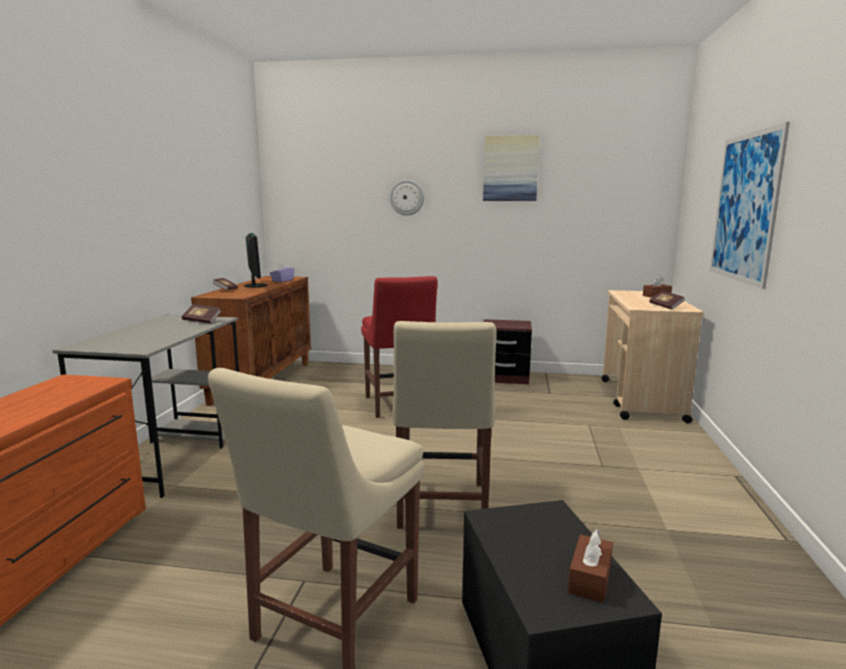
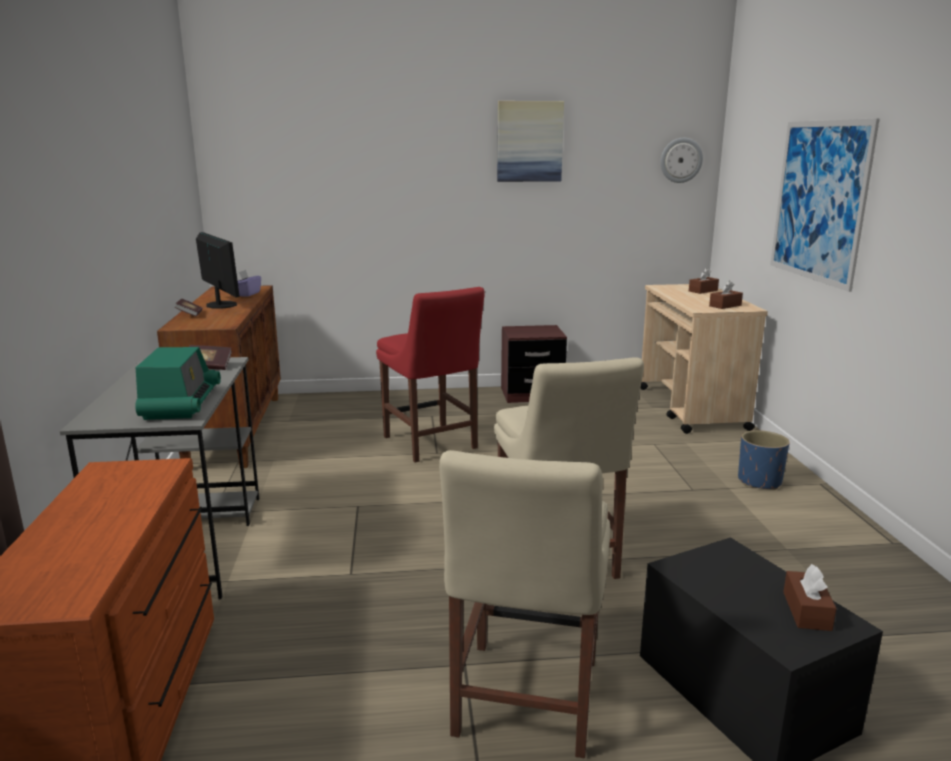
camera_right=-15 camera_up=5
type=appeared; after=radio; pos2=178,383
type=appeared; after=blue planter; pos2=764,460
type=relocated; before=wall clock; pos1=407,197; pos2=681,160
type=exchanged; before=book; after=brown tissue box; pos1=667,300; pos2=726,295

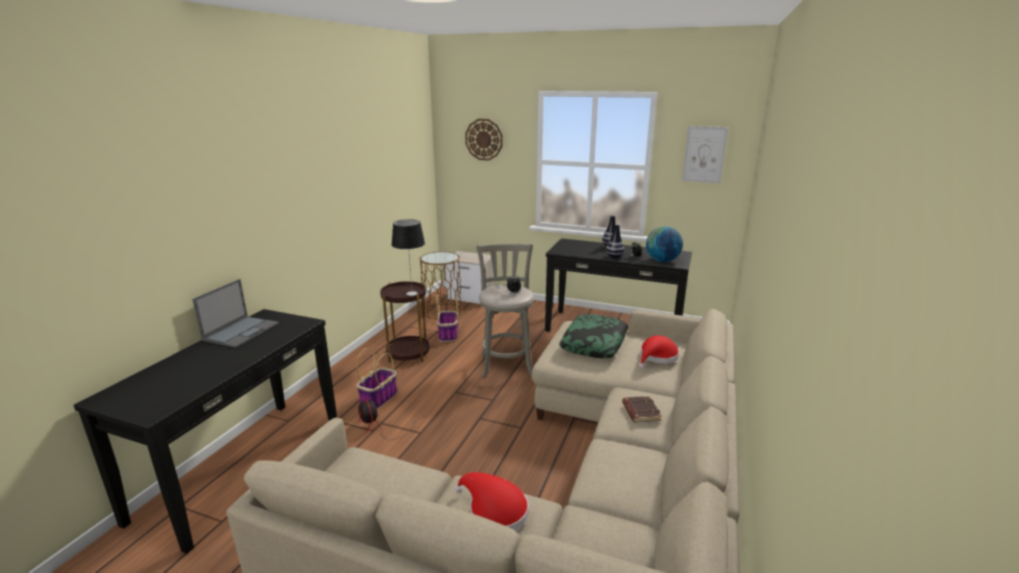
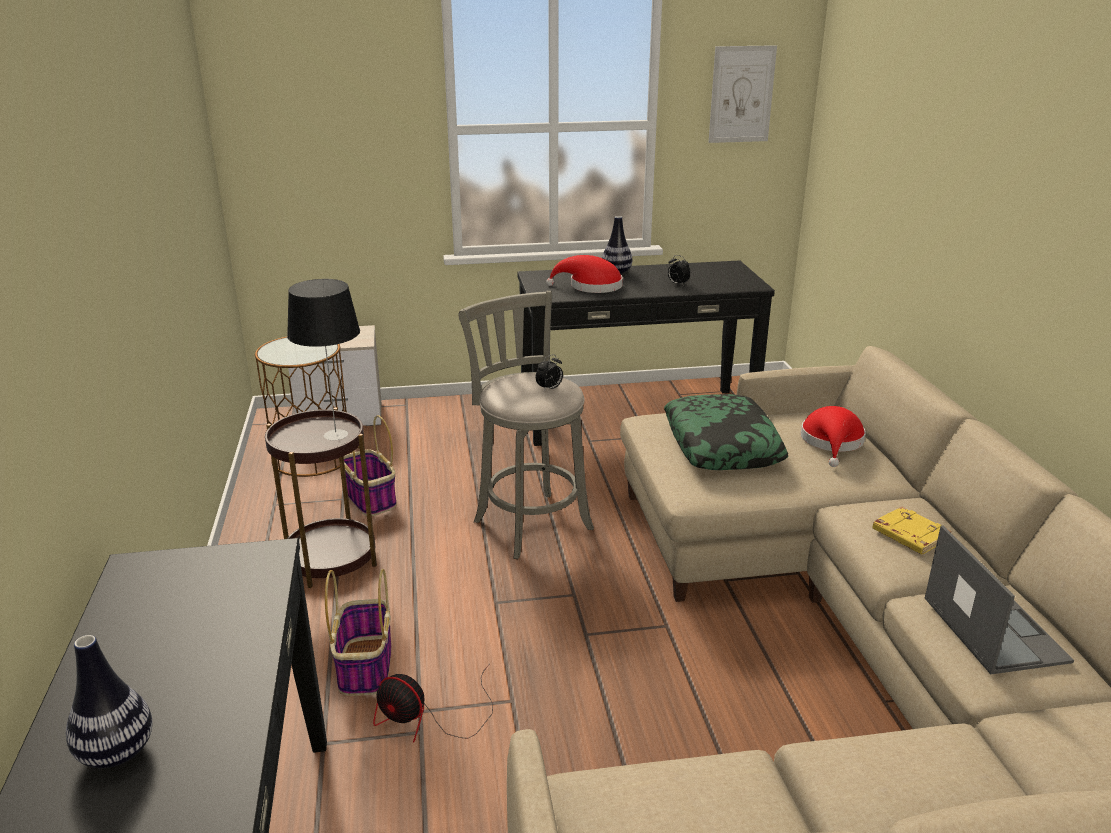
camera_right=-30 camera_up=5
type=missing; before=wall clock; pos1=484,140
type=missing; before=globe; pos1=664,244
type=relocated; before=laptop; pos1=235,313; pos2=999,599
type=relocated; before=red hat; pos1=491,501; pos2=584,274
type=relocated; before=vase; pos1=615,241; pos2=109,701
type=colour; before=brown book; after=yellow book; pos1=642,409; pos2=912,530

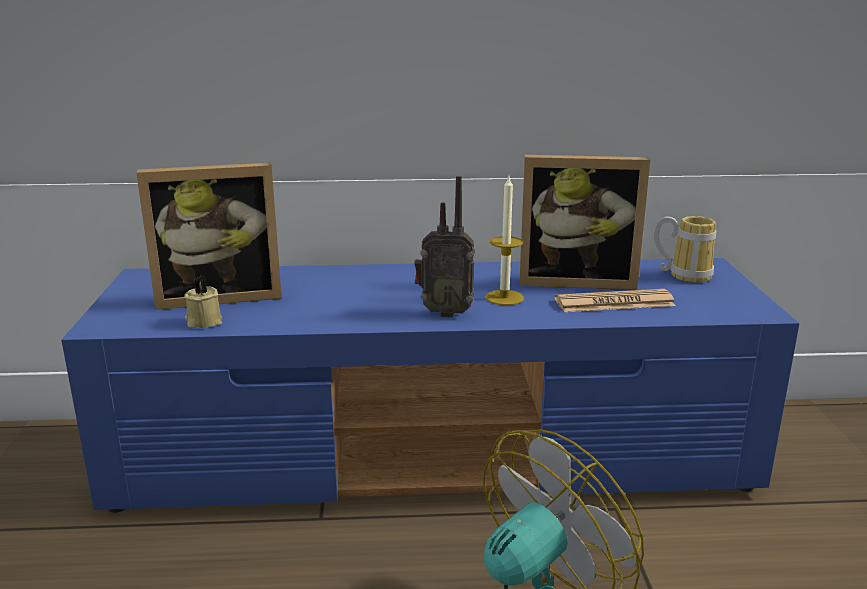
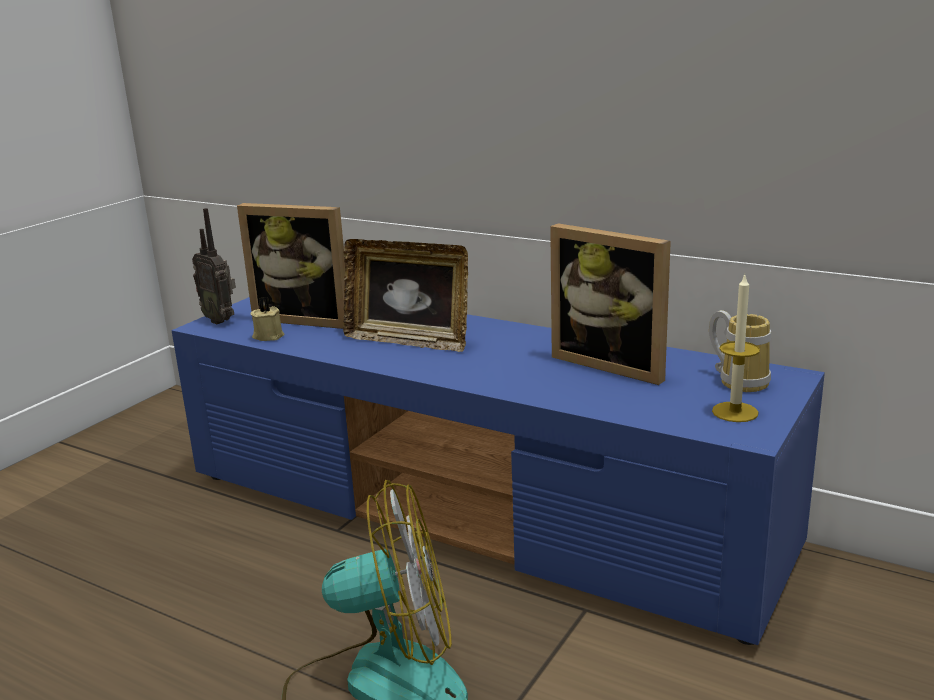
camera_right=35 camera_up=0
type=missing; before=newspaper; pos1=615,300
type=appeared; after=picture frame; pos2=405,295
type=relocated; before=radio; pos1=444,247; pos2=214,266
type=relocated; before=candle; pos1=504,241; pos2=736,348

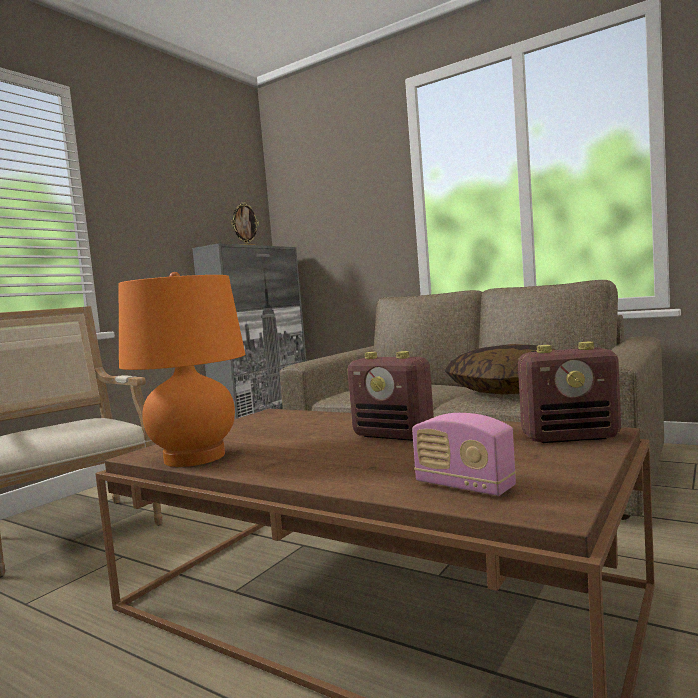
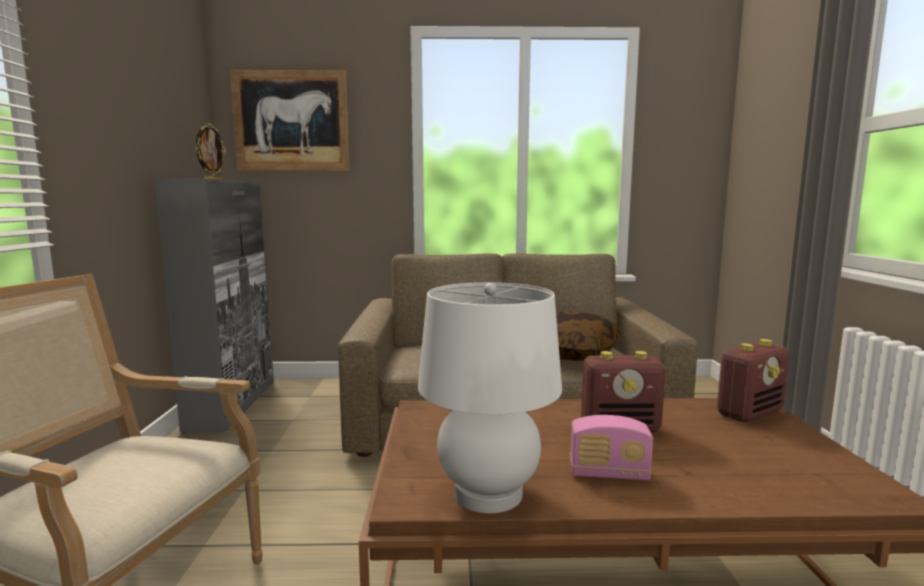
camera_right=-35 camera_up=5
type=appeared; after=picture; pos2=290,120
type=relocated; before=radio; pos1=464,454; pos2=611,447
type=colour; before=orange table lamp; after=white table lamp; pos1=181,369; pos2=490,397

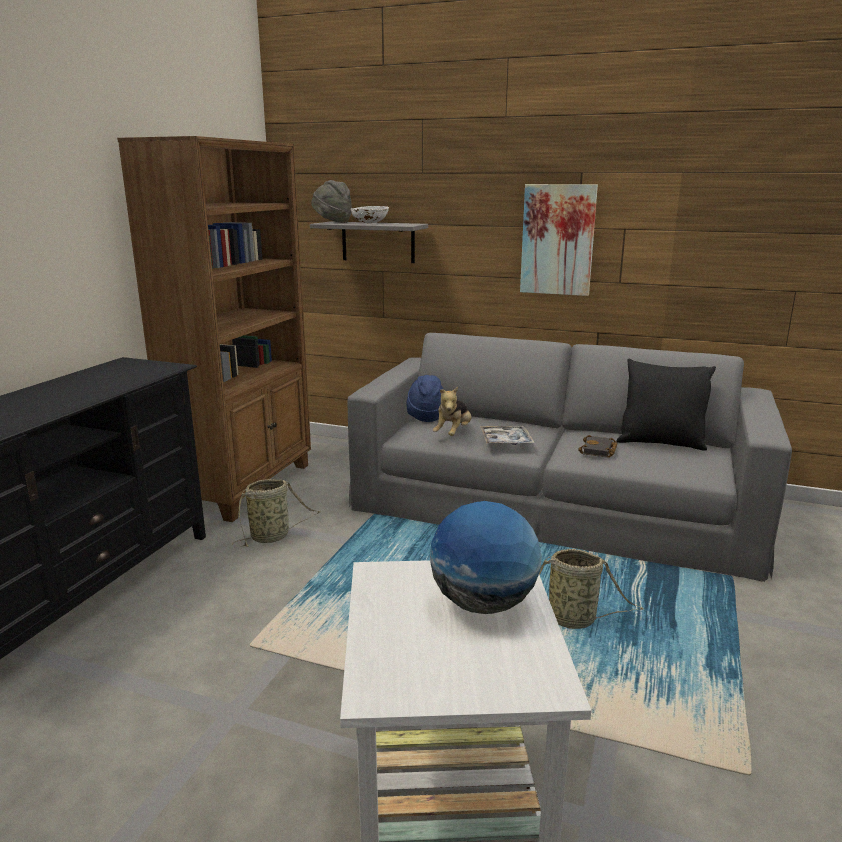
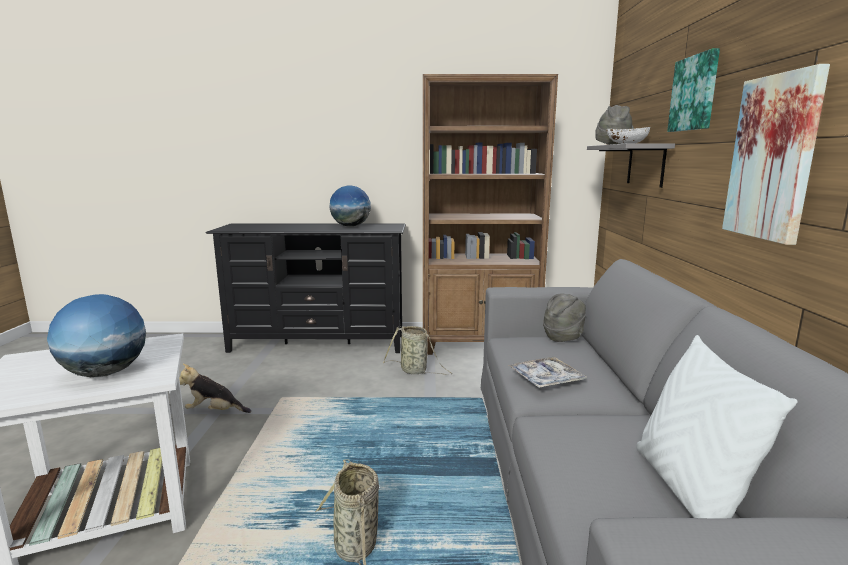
camera_right=70 camera_up=-5
type=missing; before=black book; pos1=597,446
type=appeared; after=globe; pos2=350,206
type=appeared; after=picture; pos2=693,90
type=relocated; before=plush toy; pos1=452,411; pos2=215,388
type=colour; before=blue hat; after=grey hat; pos1=425,398; pos2=564,317
type=colour; before=black pillow; after=white pillow; pos1=666,405; pos2=717,427

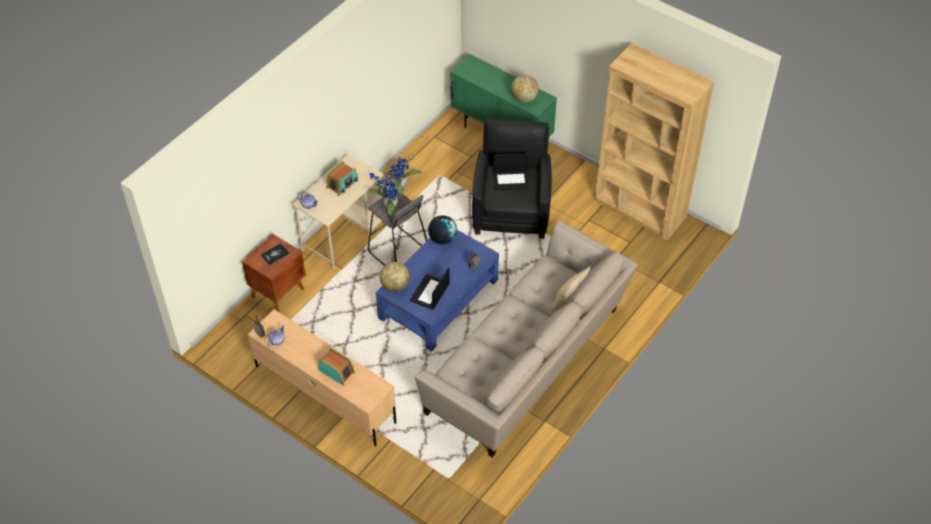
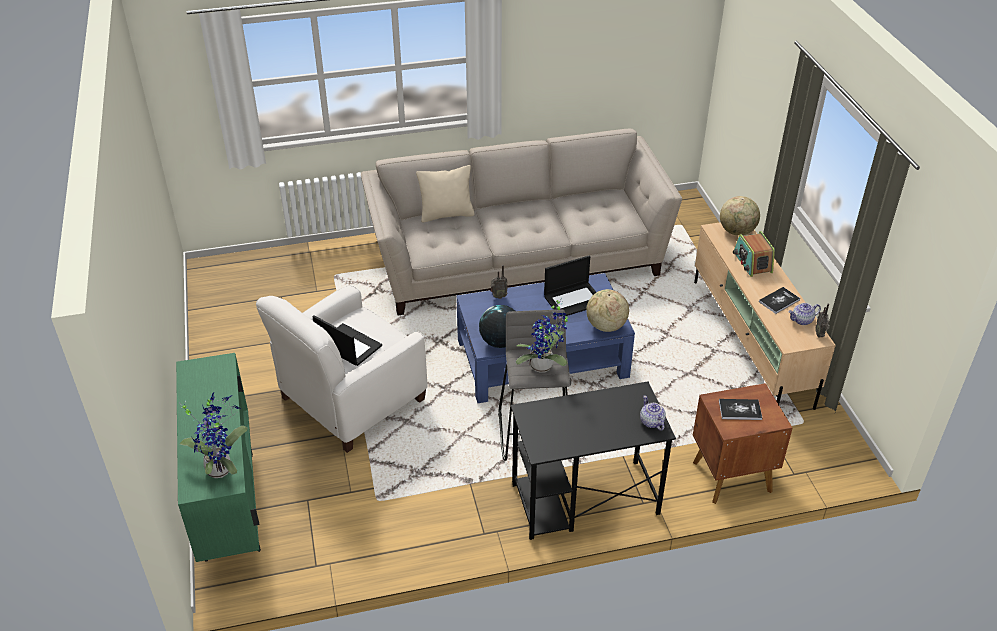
camera_right=-140 camera_up=-10
type=missing; before=radio; pos1=342,178
type=missing; before=brown bookcase; pos1=654,141
type=appeared; after=book; pos2=779,300
type=relocated; before=potted plant; pos1=402,171; pos2=213,435
type=relocated; before=globe; pos1=525,88; pos2=740,216
type=colour; before=beige desk; after=black desk; pos1=337,212; pos2=593,460
type=colour; before=black armchair; after=white armchair; pos1=512,179; pos2=342,369

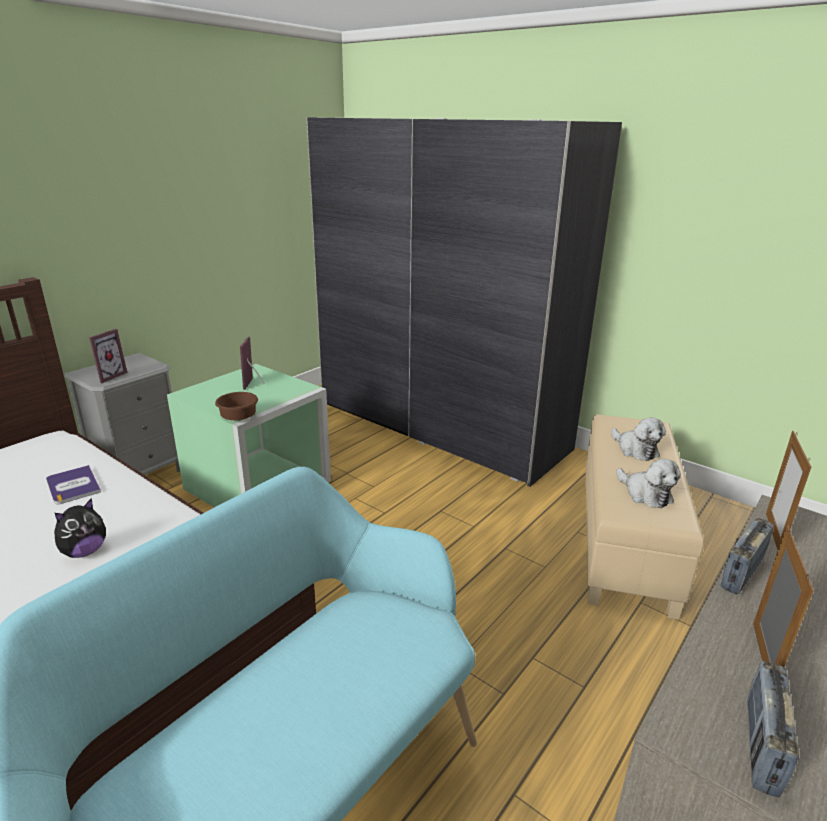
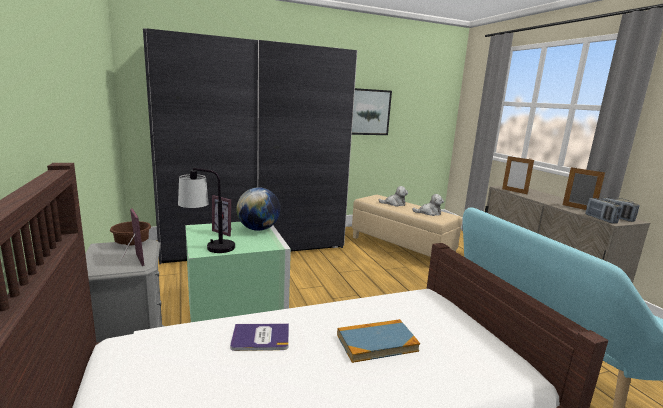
camera_right=-60 camera_up=-10
type=appeared; after=table lamp; pos2=206,210
type=appeared; after=globe; pos2=258,209
type=appeared; after=picture; pos2=372,111
type=relocated; before=brown bowl; pos1=236,406; pos2=130,233
type=relocated; before=radio; pos1=747,556; pos2=603,211
type=exchanged; before=plush toy; after=book; pos1=80,528; pos2=378,341

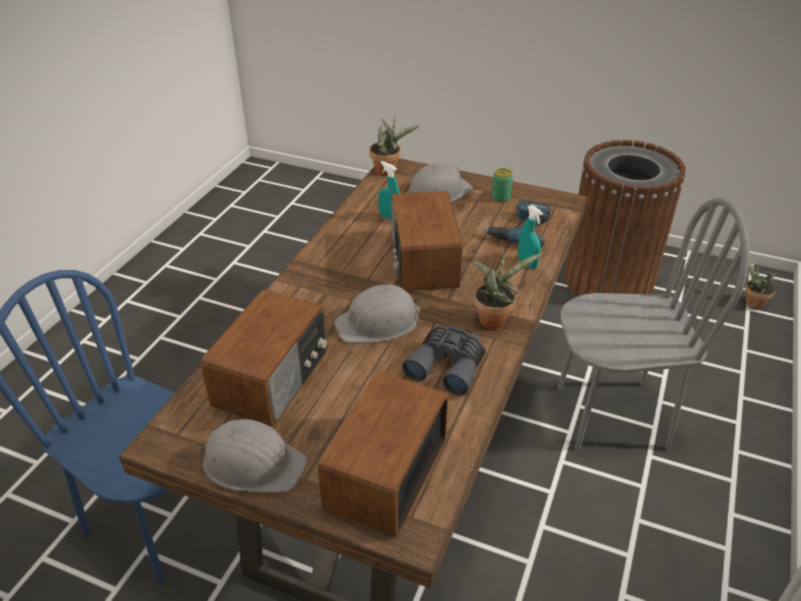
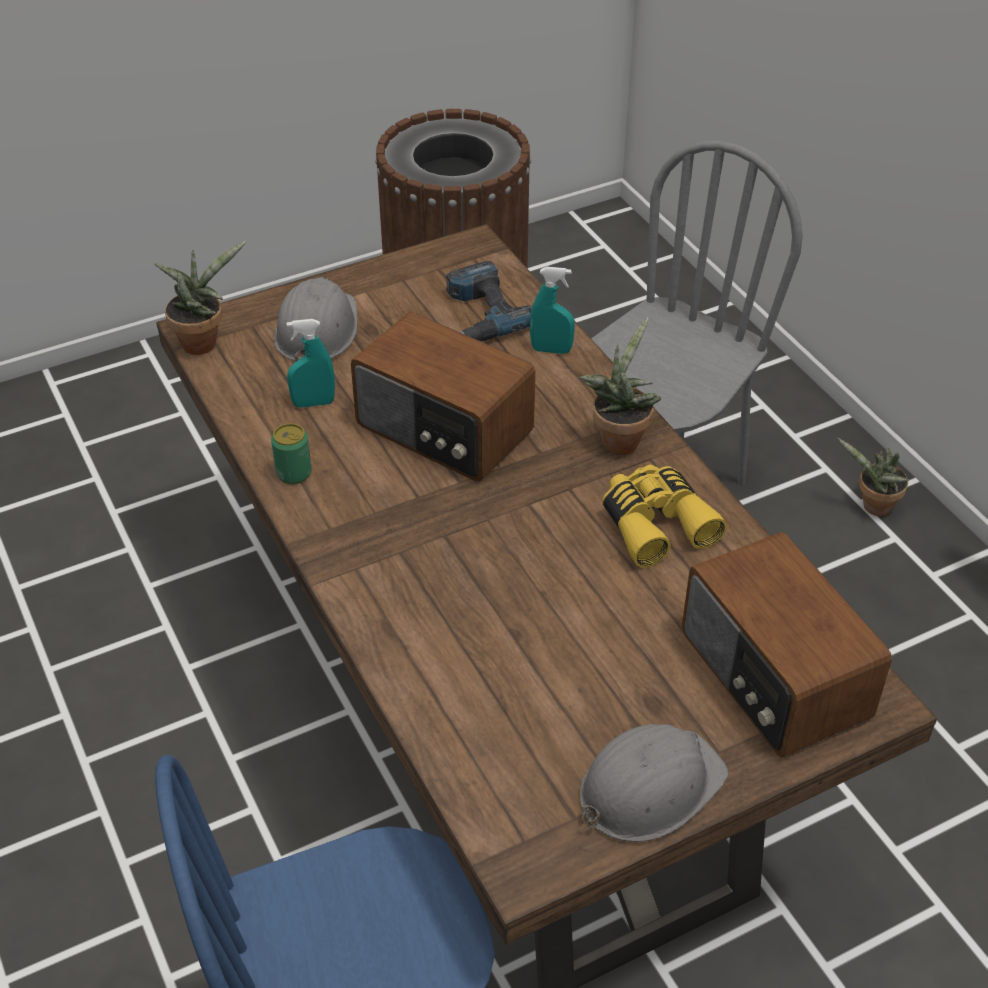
camera_right=-50 camera_up=5
type=missing; before=radio; pos1=264,357
type=missing; before=grey hard hat; pos1=377,313
type=relocated; before=can; pos1=502,185; pos2=291,454
type=relocated; before=potted plant; pos1=760,283; pos2=873,477
type=colour; before=grey binoculars; after=yellow binoculars; pos1=444,361; pos2=664,516

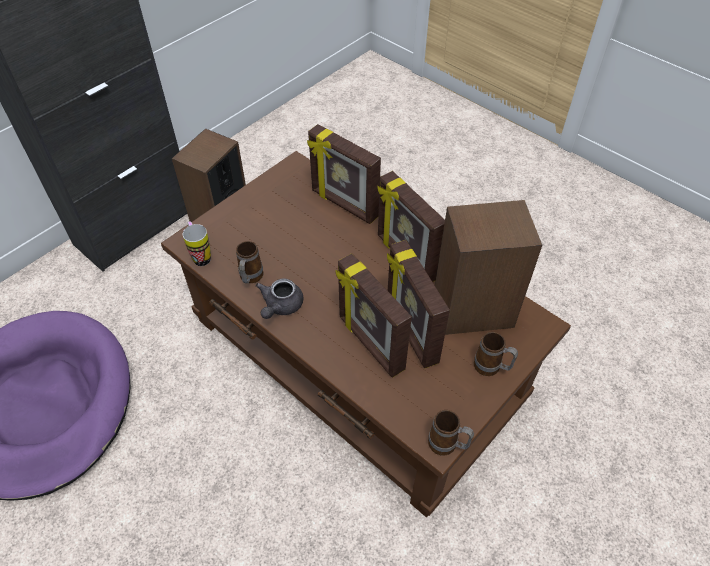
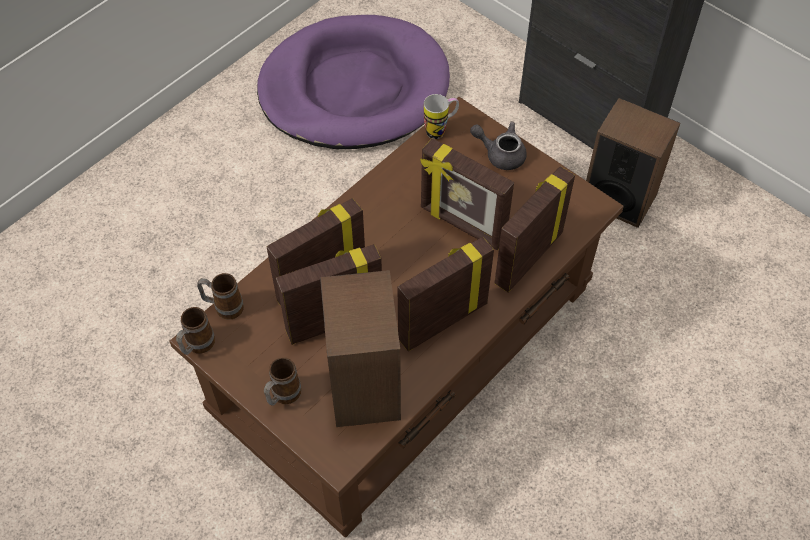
camera_right=90 camera_up=5
type=appeared; after=picture frame; pos2=467,194
type=relocated; before=mug; pos1=250,262; pos2=220,296
type=relocated; before=grey teapot; pos1=279,299; pos2=498,145

